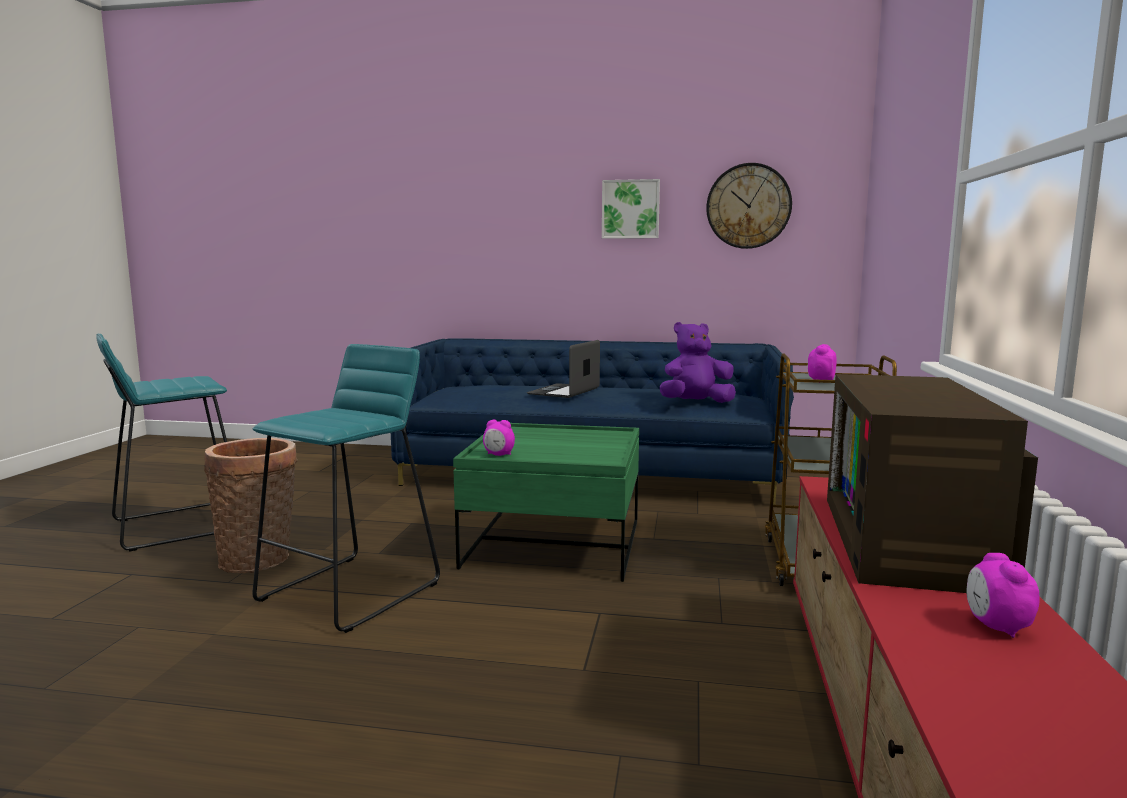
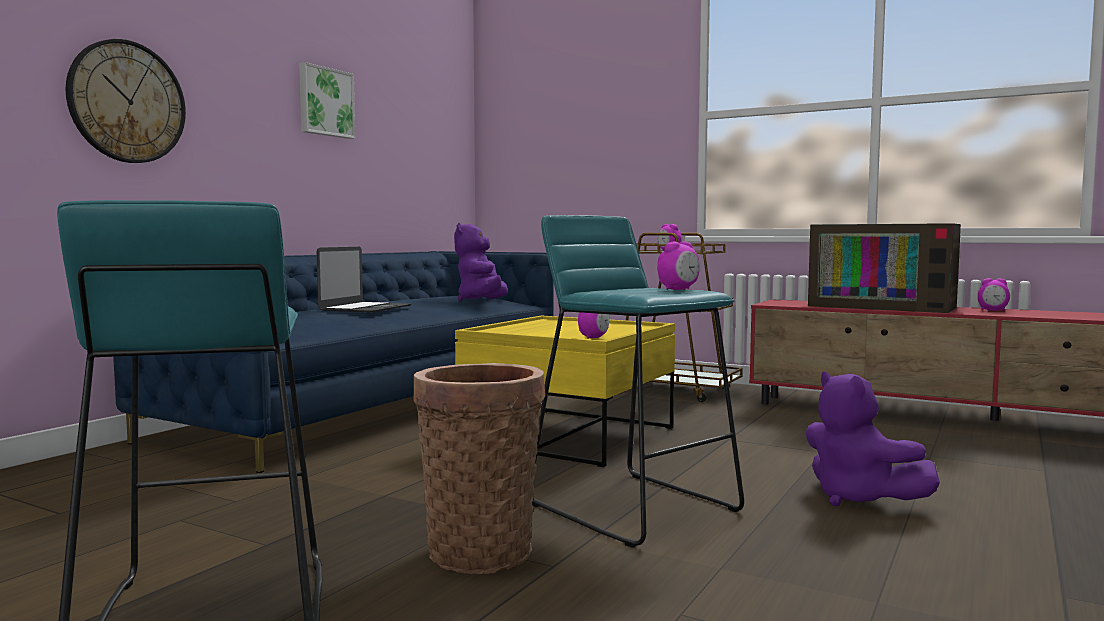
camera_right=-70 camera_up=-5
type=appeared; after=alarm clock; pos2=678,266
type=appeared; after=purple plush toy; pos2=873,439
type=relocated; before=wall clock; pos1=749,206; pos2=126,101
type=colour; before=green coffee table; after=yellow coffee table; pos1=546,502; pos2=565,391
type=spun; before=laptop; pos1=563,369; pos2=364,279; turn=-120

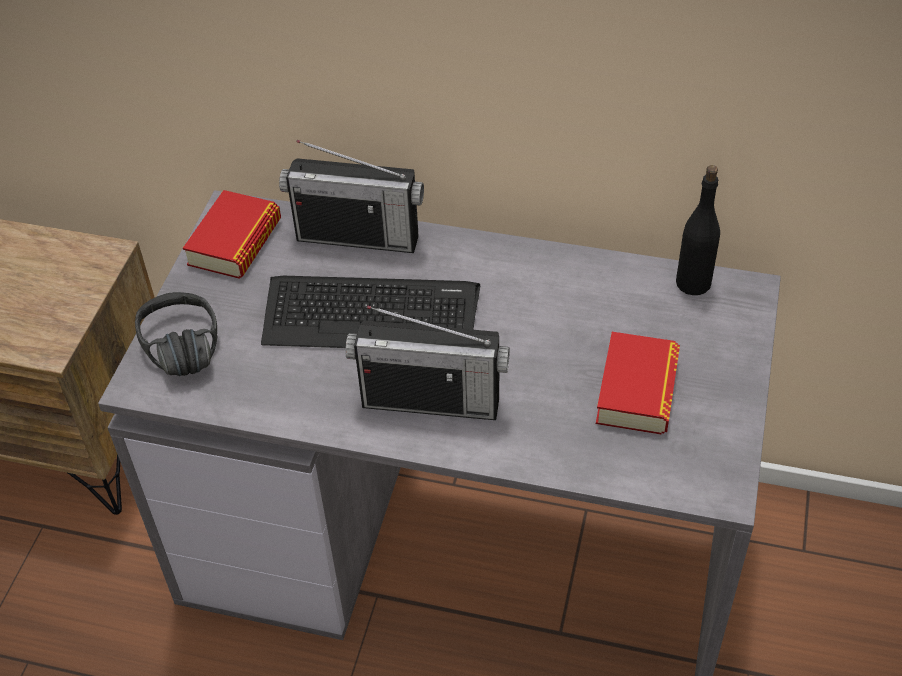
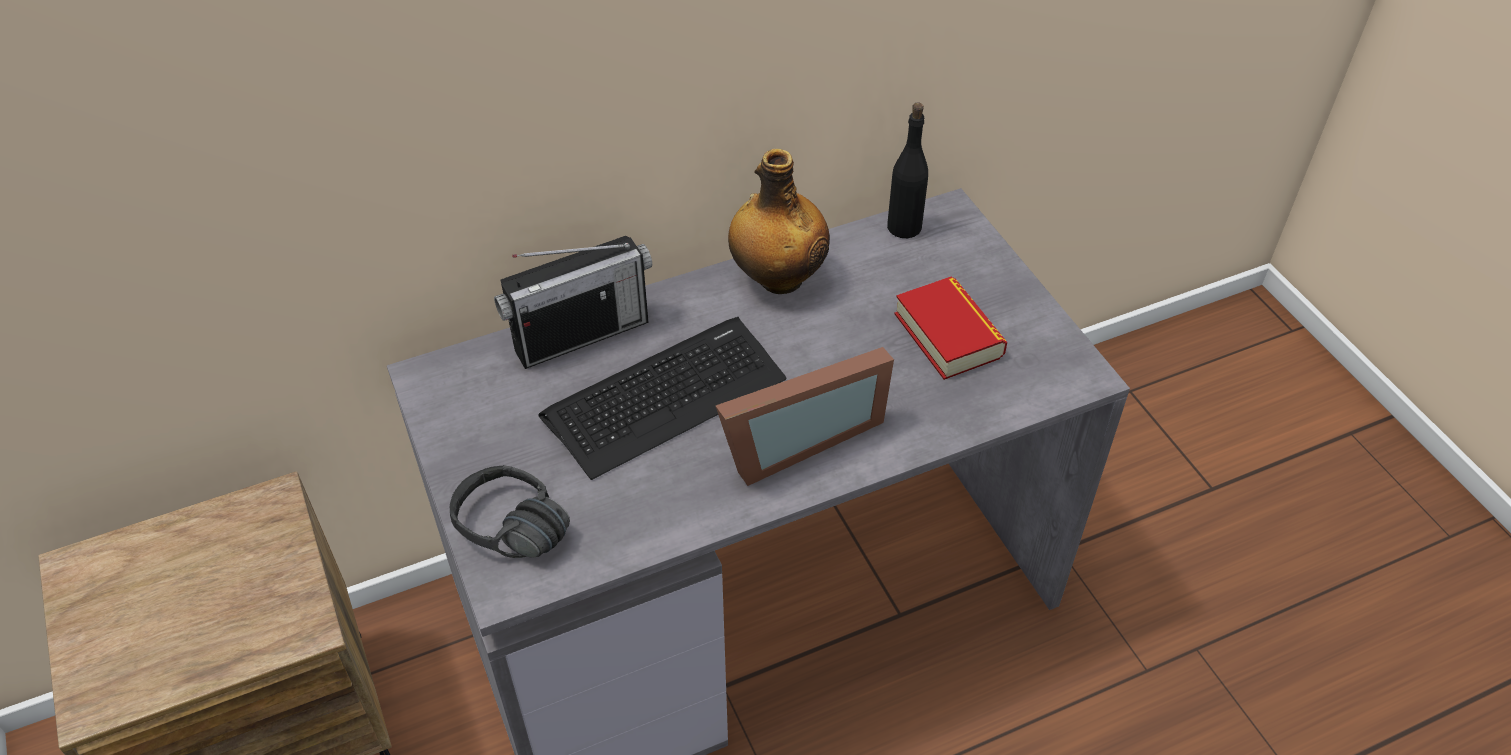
camera_right=-40 camera_up=0
type=missing; before=book; pos1=232,234
type=appeared; after=bottle; pos2=779,221
type=exchanged; before=radio; after=picture frame; pos1=427,362; pos2=805,416

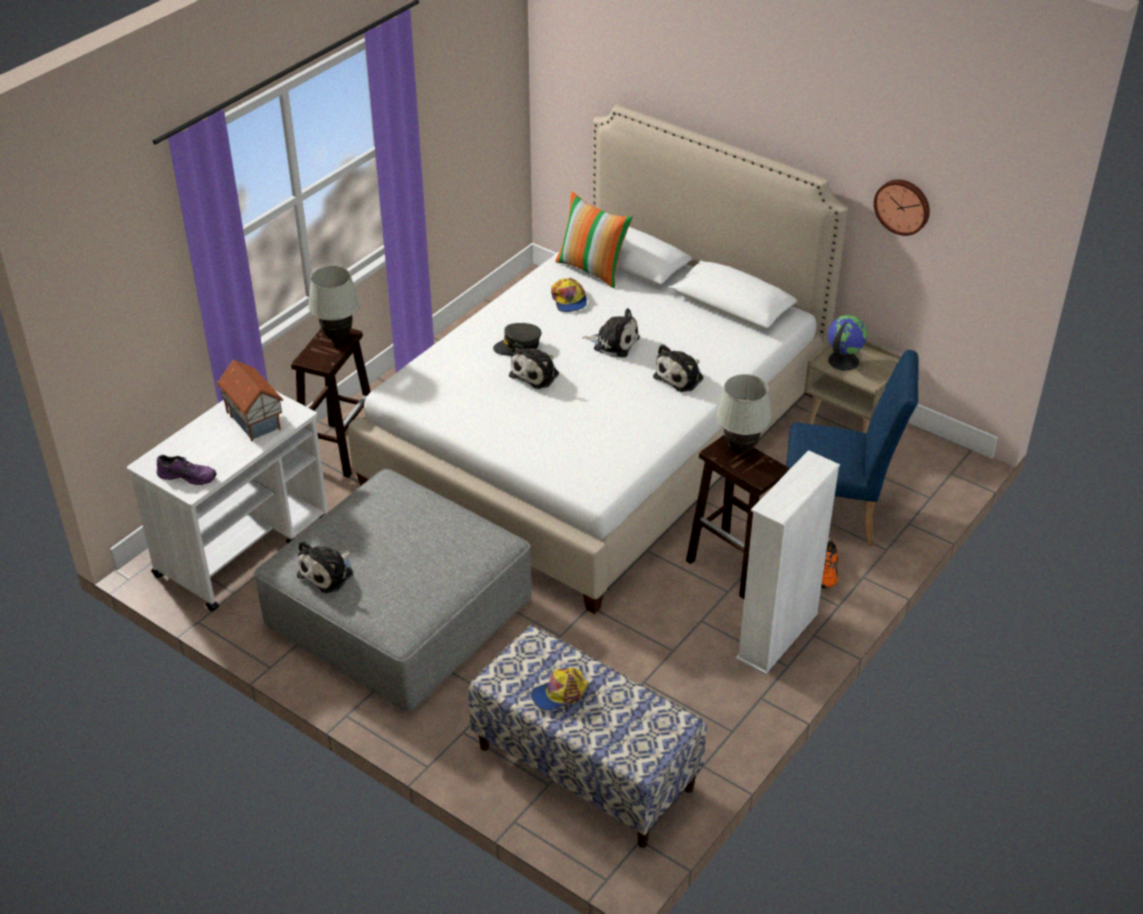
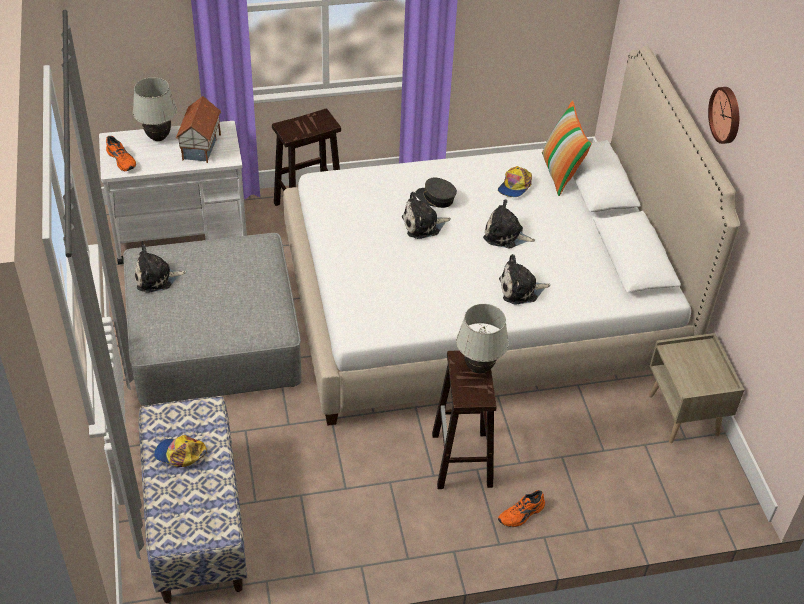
camera_right=40 camera_up=5
type=missing; before=white bookcase; pos1=788,562
type=missing; before=blue chair; pos1=852,448
type=missing; before=globe; pos1=848,343
type=relocated; before=white table lamp; pos1=334,303; pos2=155,109
type=relocated; before=wall clock; pos1=902,207; pos2=723,115
type=colour; before=purple shoe; after=orange shoe; pos1=187,470; pos2=121,153
type=spun; before=plush toy; pos1=611,332; pos2=509,224; turn=135

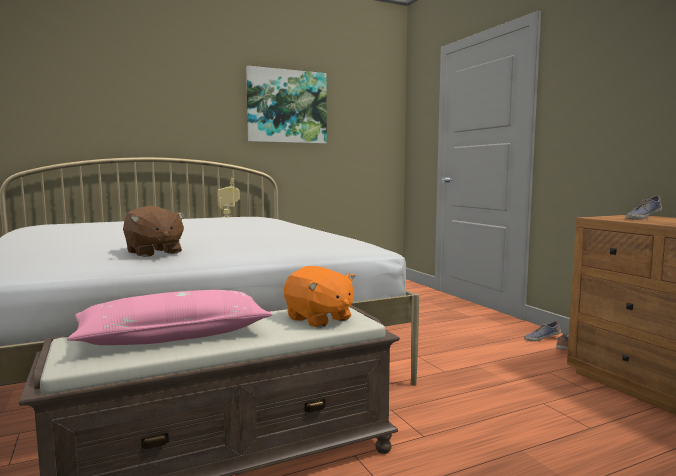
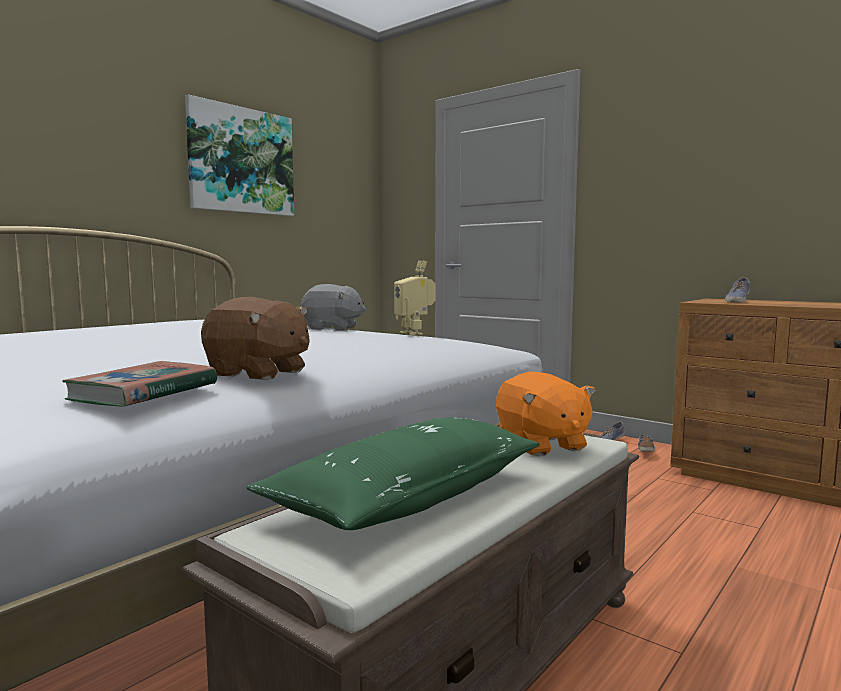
camera_right=-25 camera_up=0
type=appeared; after=book; pos2=139,384
type=appeared; after=grey plush toy; pos2=333,307
type=relocated; before=toy robot; pos1=228,197; pos2=414,297
type=colour; before=pink pillow; after=green pillow; pos1=169,317; pos2=393,474
type=spun; before=orange plush toy; pos1=319,297; pos2=545,414; turn=45

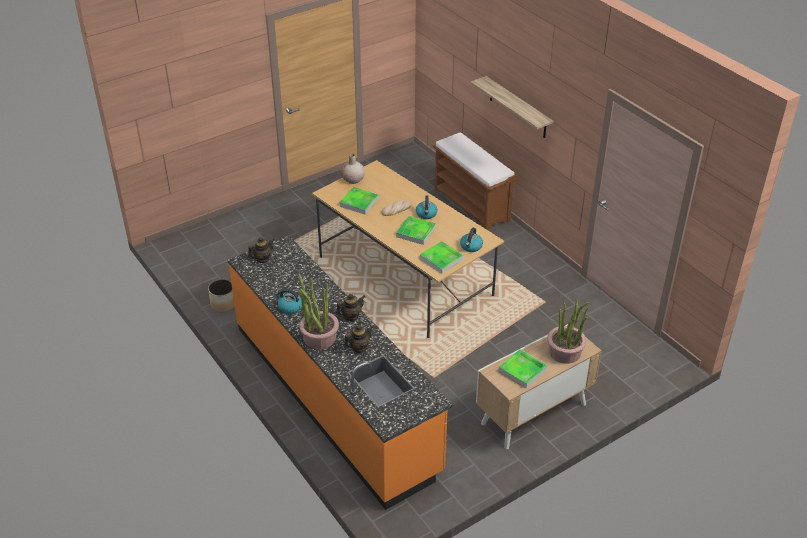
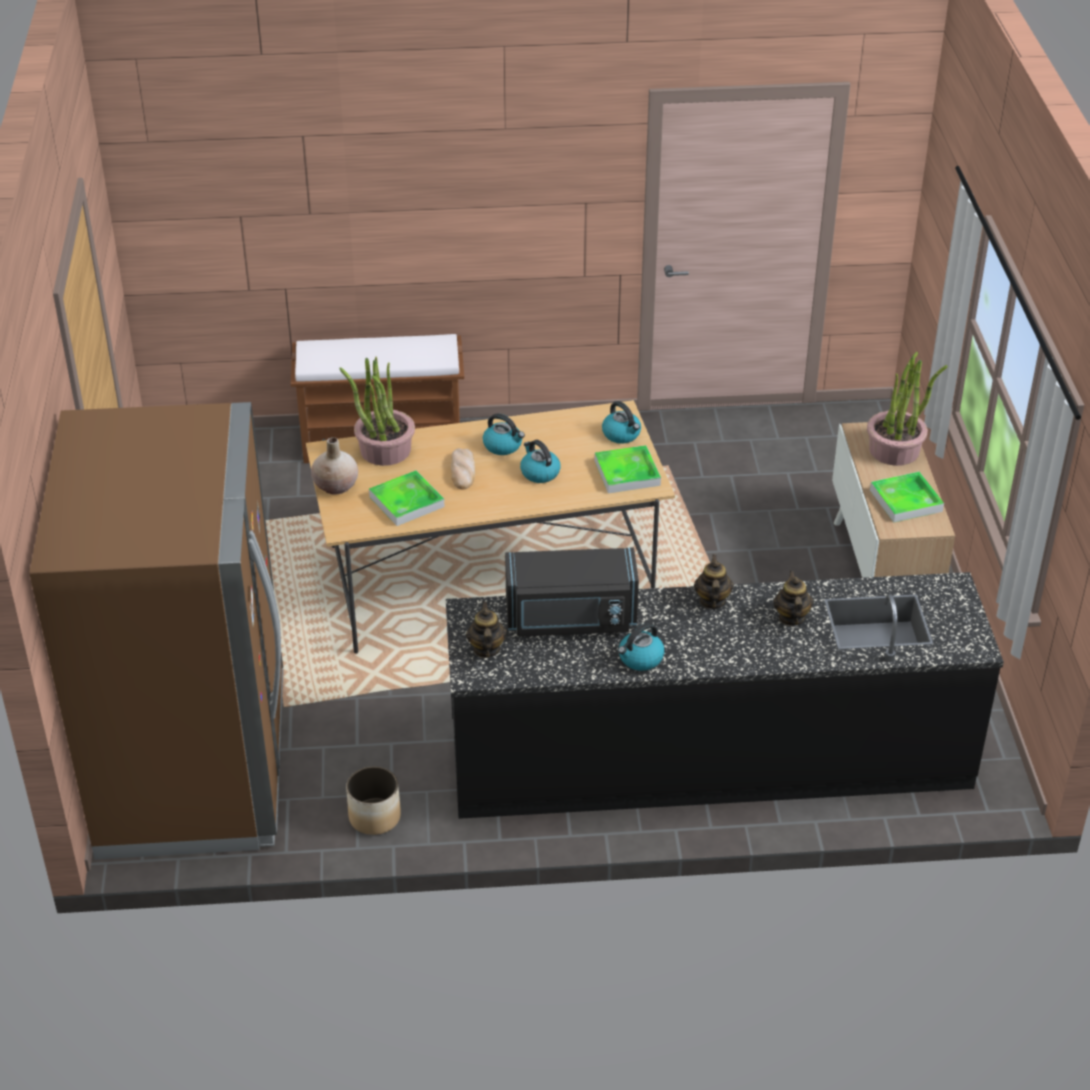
camera_right=-60 camera_up=0
type=missing; before=shelf; pos1=512,107
type=appeared; after=brown fridge; pos2=156,630
type=appeared; after=black microwave; pos2=572,592
type=relocated; before=potted plant; pos1=318,311; pos2=377,411
type=exchanged; before=tray; after=kettle; pos1=416,230; pos2=540,461
type=colour; before=orange counter; after=black counter; pos1=340,372; pos2=725,695

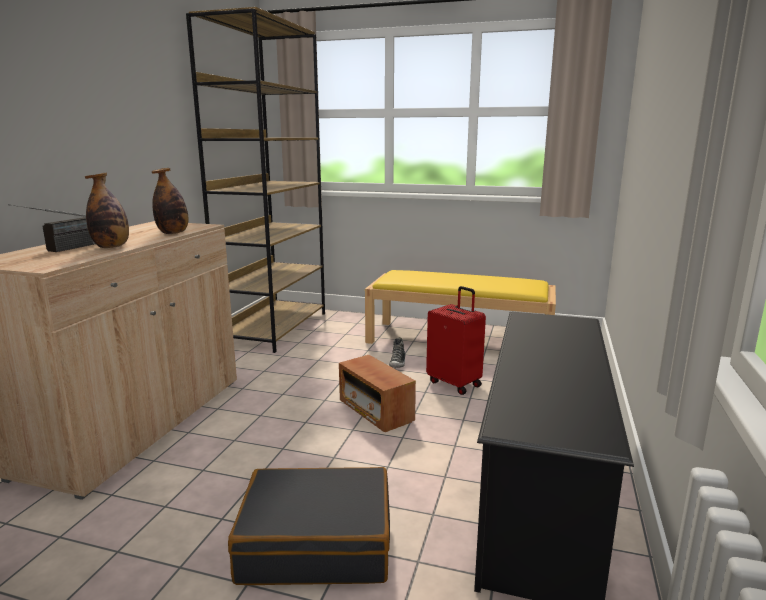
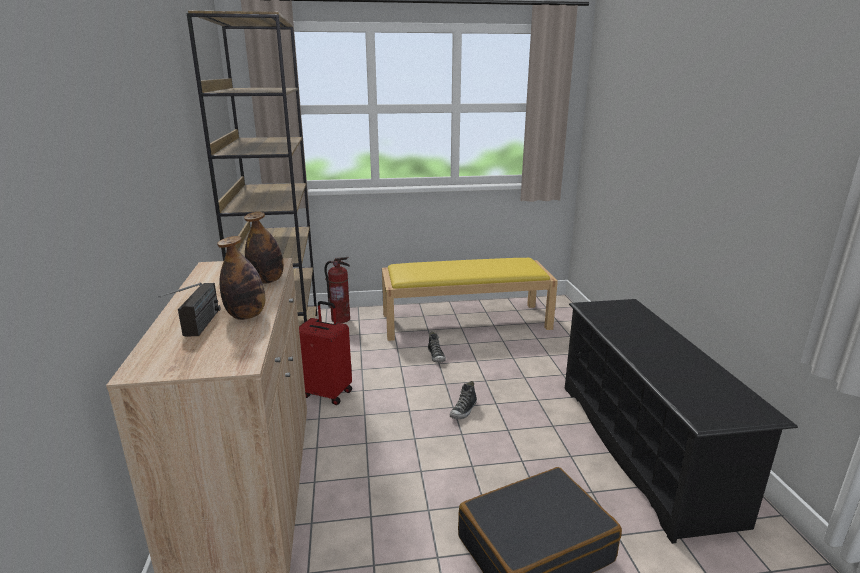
camera_right=-25 camera_up=5
type=appeared; after=fire extinguisher; pos2=337,290
type=relocated; before=red suitcase; pos1=456,340; pos2=325,353
type=exchanged; before=radio; after=shoe; pos1=377,393; pos2=463,400

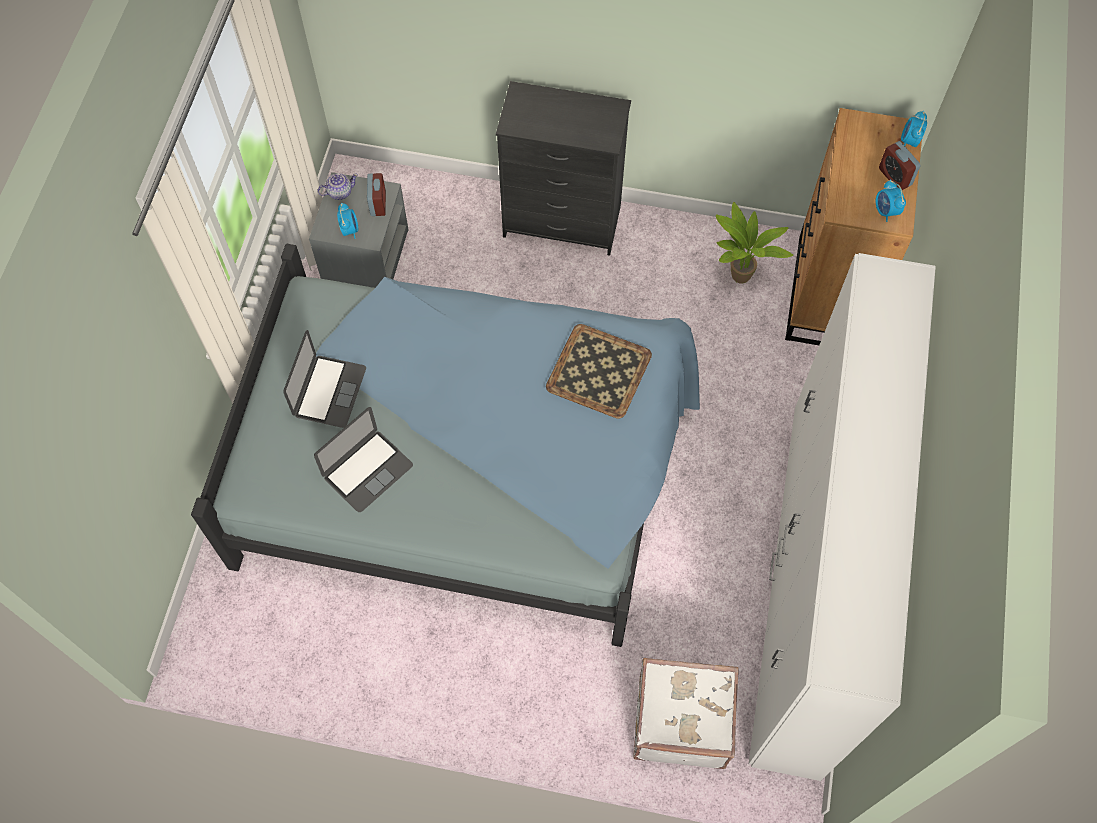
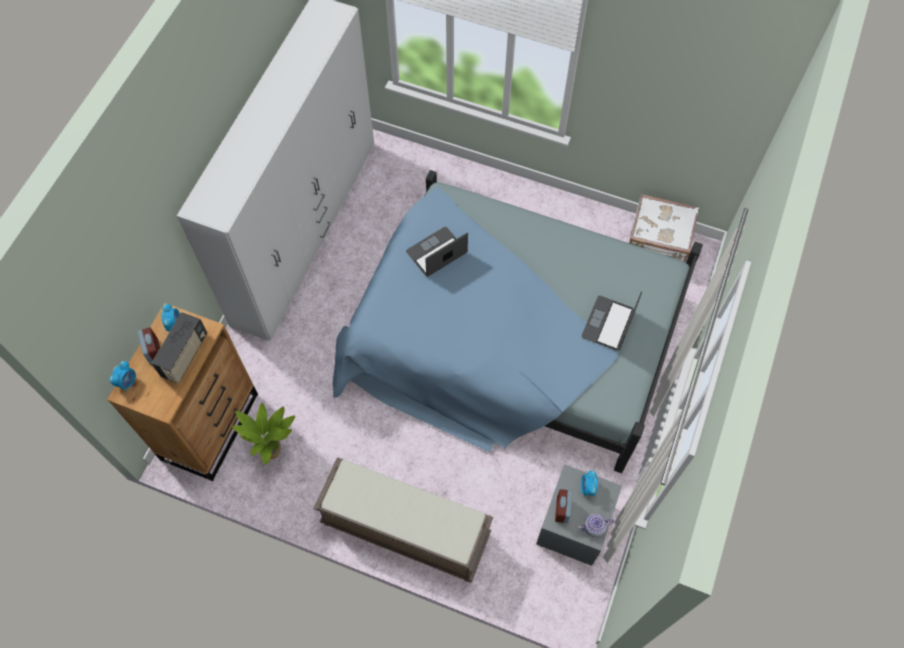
camera_right=-170 camera_up=0
type=missing; before=tray; pos1=599,371
type=appeared; after=radio; pos2=179,348
type=relocated; before=laptop; pos1=363,459; pos2=437,252
type=relocated; before=white suitcase; pos1=686,713; pos2=664,228
type=exchanged; before=black dresser; after=brown bench; pos1=563,168; pos2=403,520

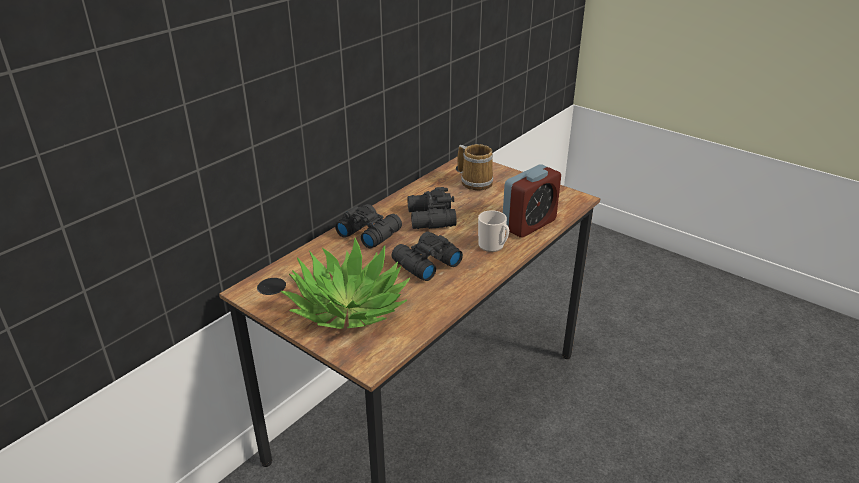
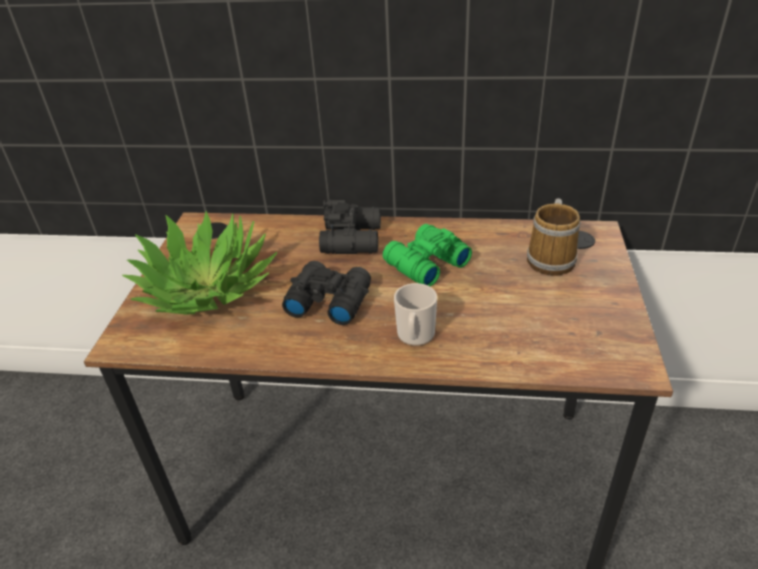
camera_right=60 camera_up=5
type=missing; before=alarm clock; pos1=532,201
type=colour; before=black binoculars; after=green binoculars; pos1=432,208; pos2=427,255

